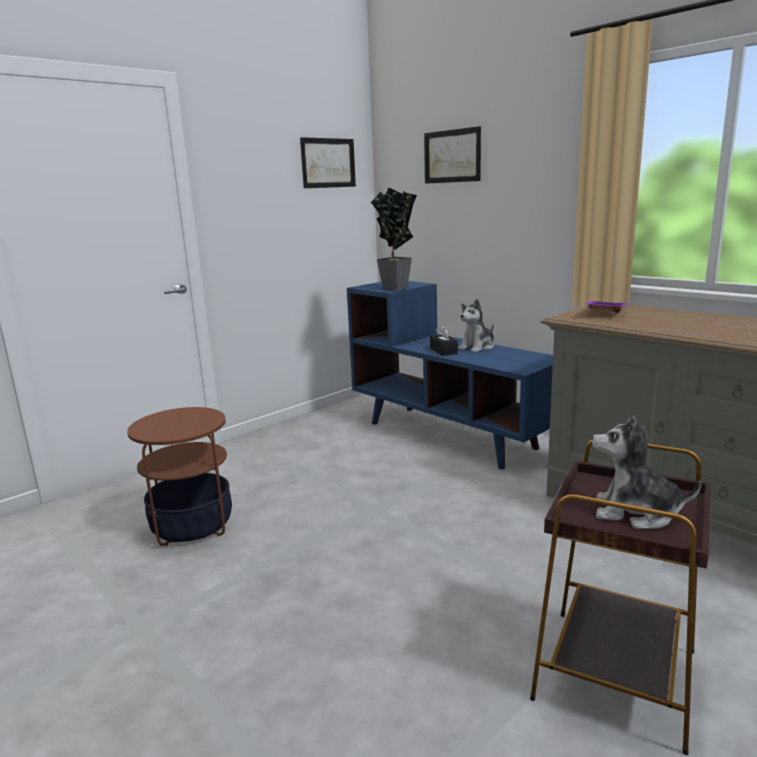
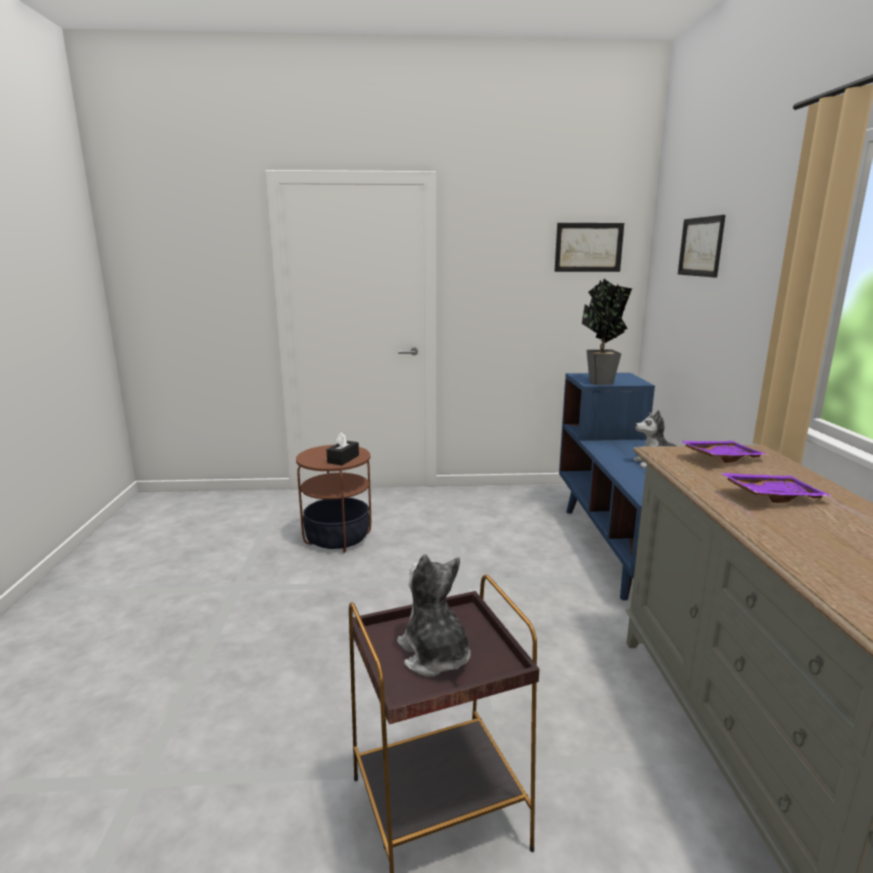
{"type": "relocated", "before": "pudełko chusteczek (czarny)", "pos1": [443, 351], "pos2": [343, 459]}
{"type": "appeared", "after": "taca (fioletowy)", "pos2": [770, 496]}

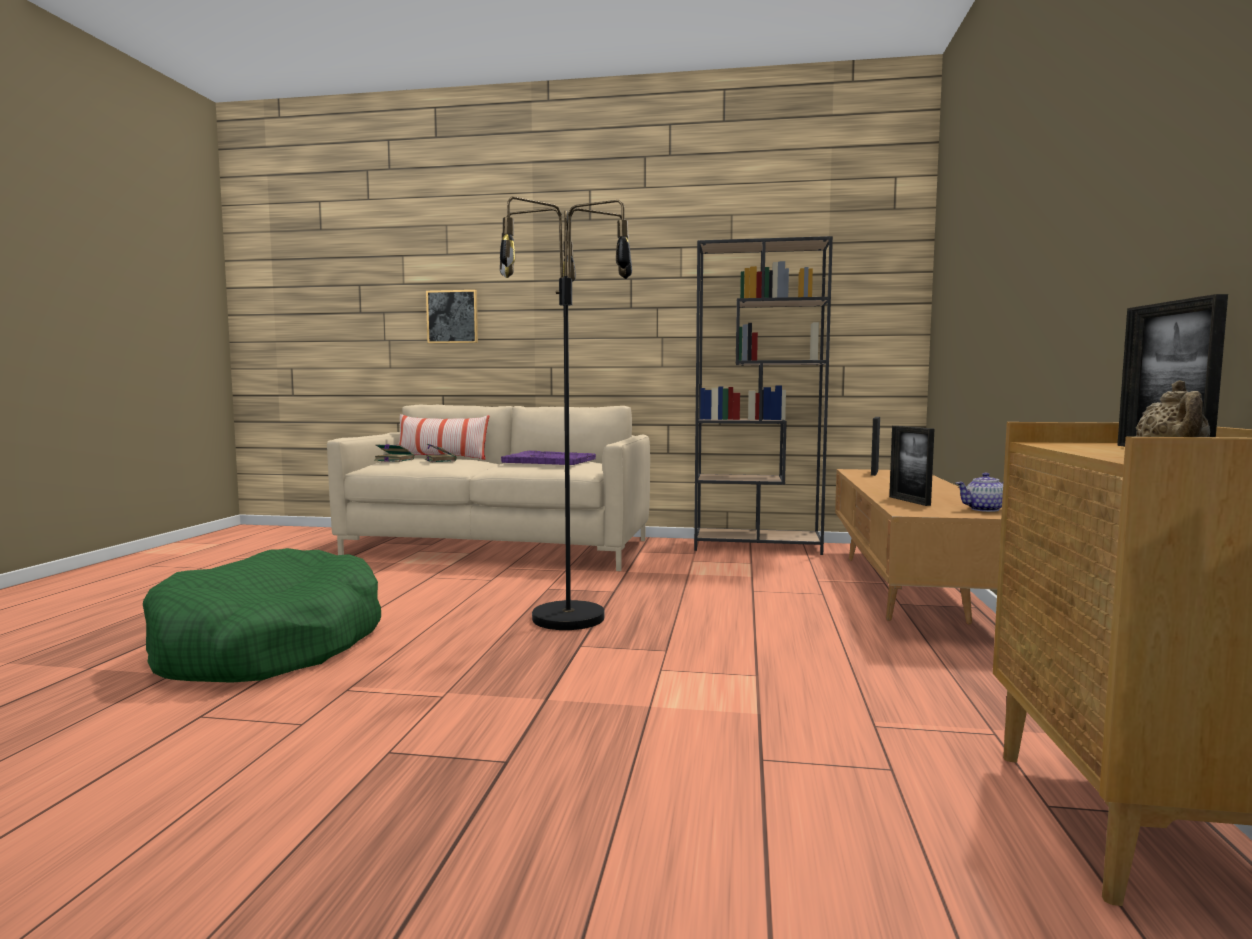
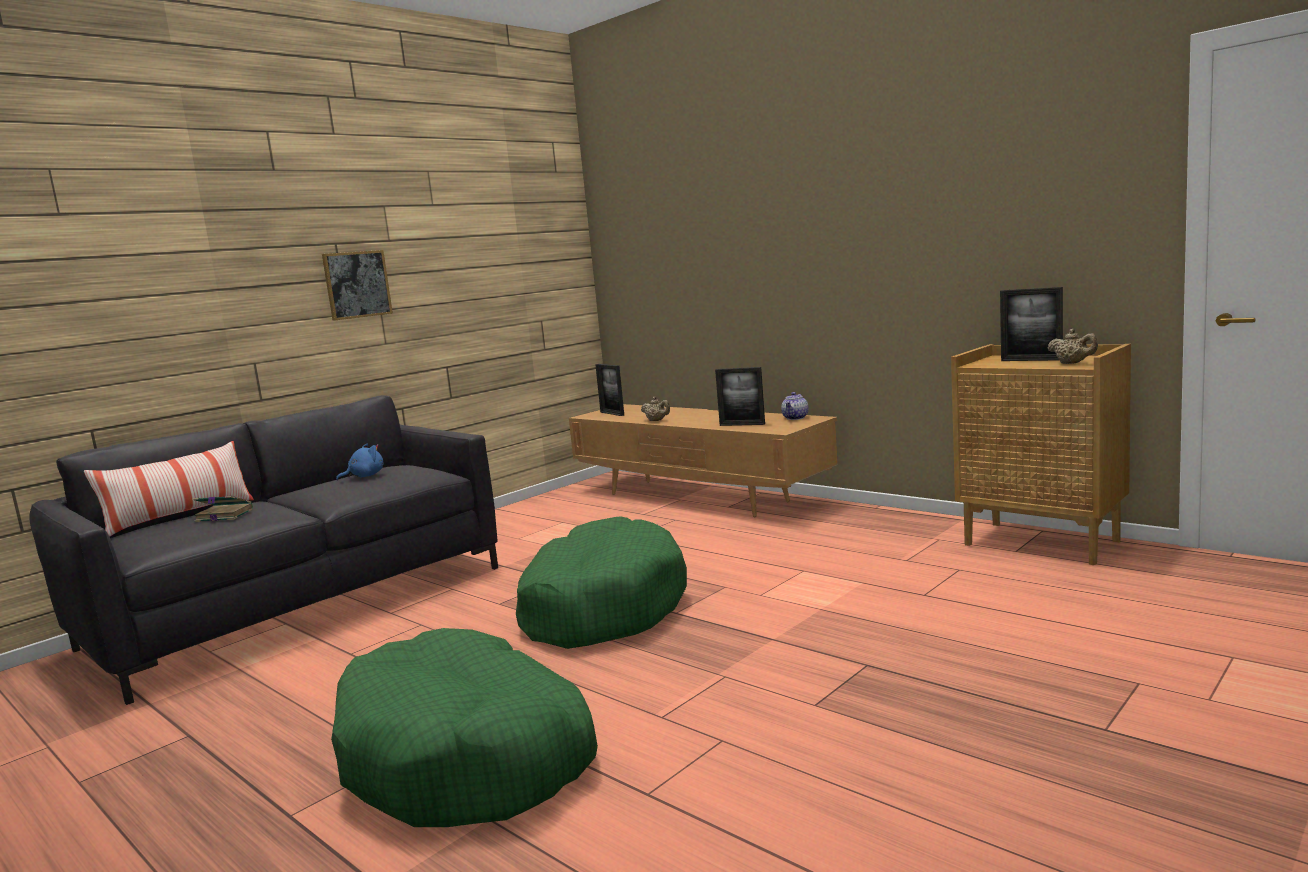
{"type": "colour", "before": "kanapa (beżowy)", "after": "kanapa (czarny)", "pos1": [498, 549], "pos2": [300, 607]}
{"type": "relocated", "before": "obraz", "pos1": [452, 317], "pos2": [357, 284]}
{"type": "exchanged", "before": "taca (fioletowy)", "after": "pluszak (niebieski)", "pos1": [548, 460], "pos2": [364, 476]}
{"type": "exchanged", "before": "lampa stojąca", "after": "legowisko (zielony)", "pos1": [569, 618], "pos2": [601, 607]}
{"type": "appeared", "after": "imbryk (beżowy)", "pos2": [657, 421]}
{"type": "missing", "before": "książka", "pos1": [393, 460]}
{"type": "missing", "before": "regał", "pos1": [758, 546]}

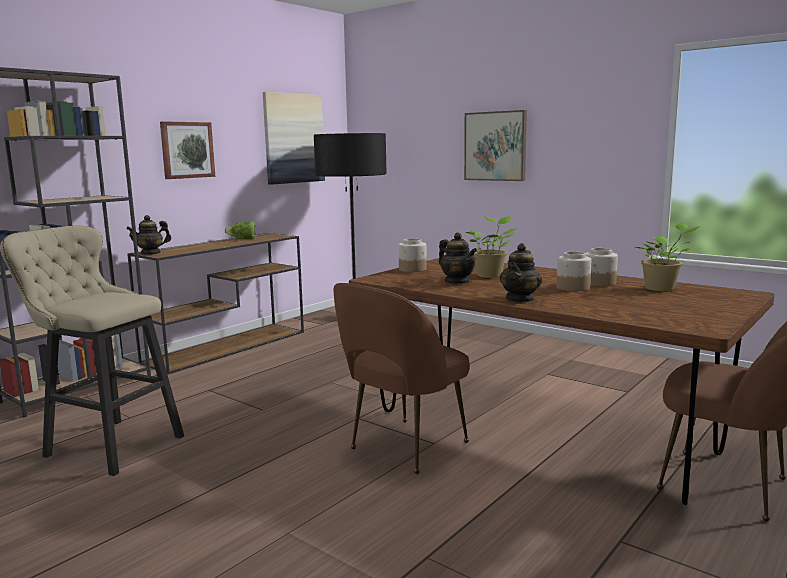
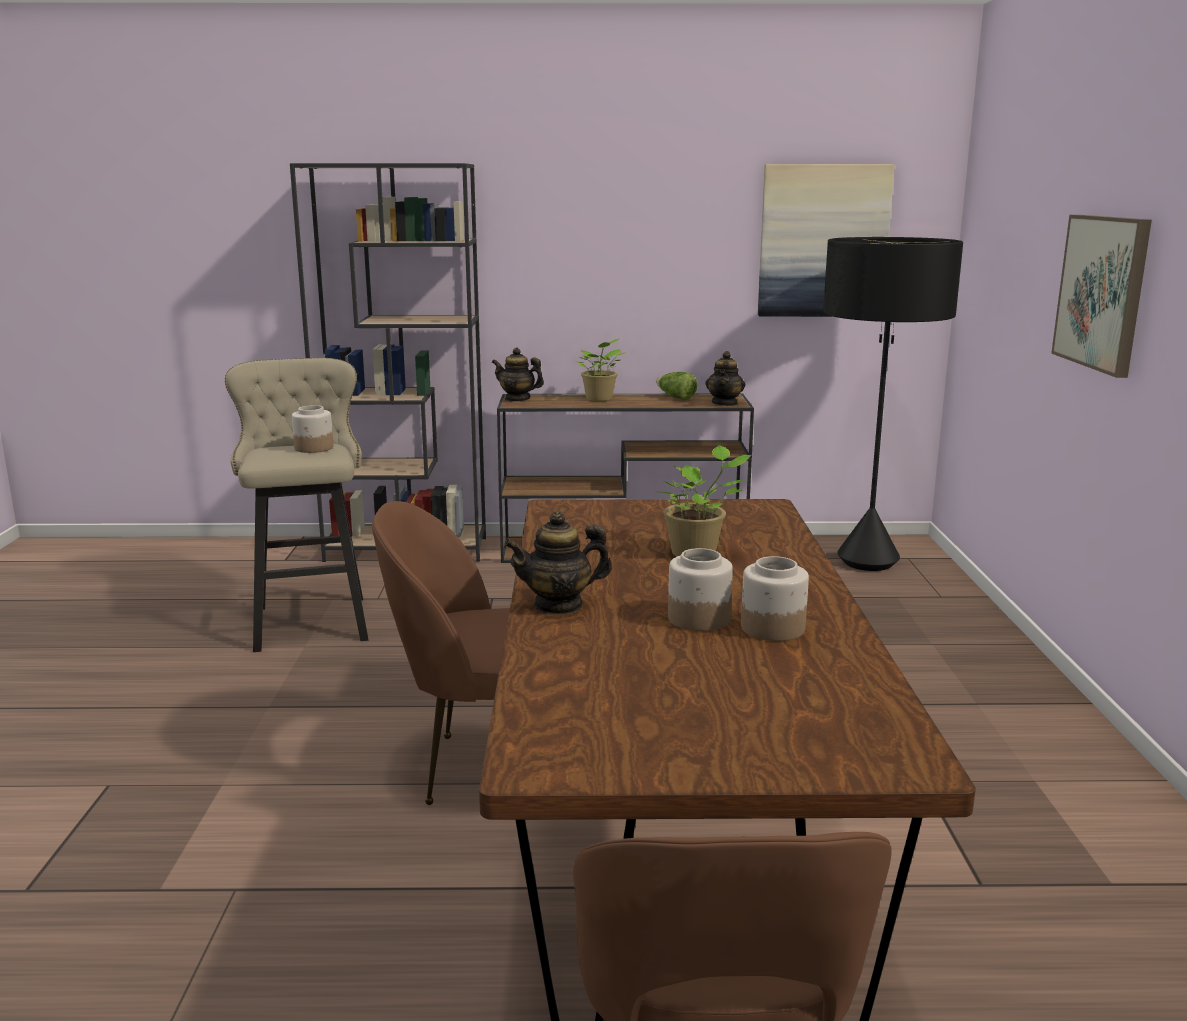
{"type": "relocated", "before": "słoik", "pos1": [413, 269], "pos2": [314, 448]}
{"type": "relocated", "before": "roślina doniczkowa", "pos1": [662, 288], "pos2": [599, 399]}
{"type": "relocated", "before": "imbryk", "pos1": [457, 282], "pos2": [725, 403]}
{"type": "missing", "before": "obraz", "pos1": [187, 150]}

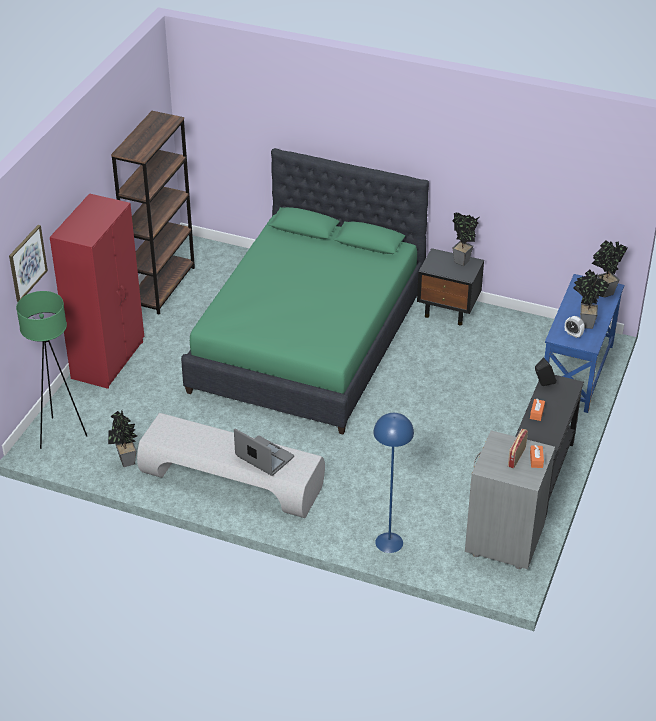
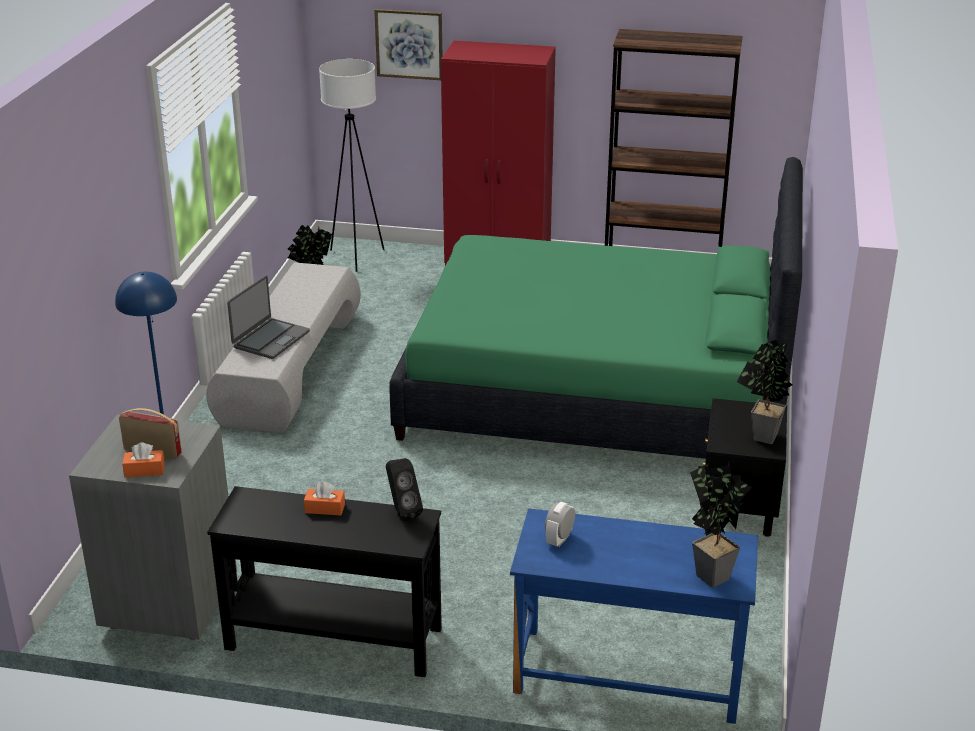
{"type": "colour", "before": "lampa stojąca (zielony)", "after": "lampa stojąca (biały)", "pos1": [60, 434], "pos2": [356, 257]}
{"type": "missing", "before": "roślina doniczkowa", "pos1": [584, 323]}

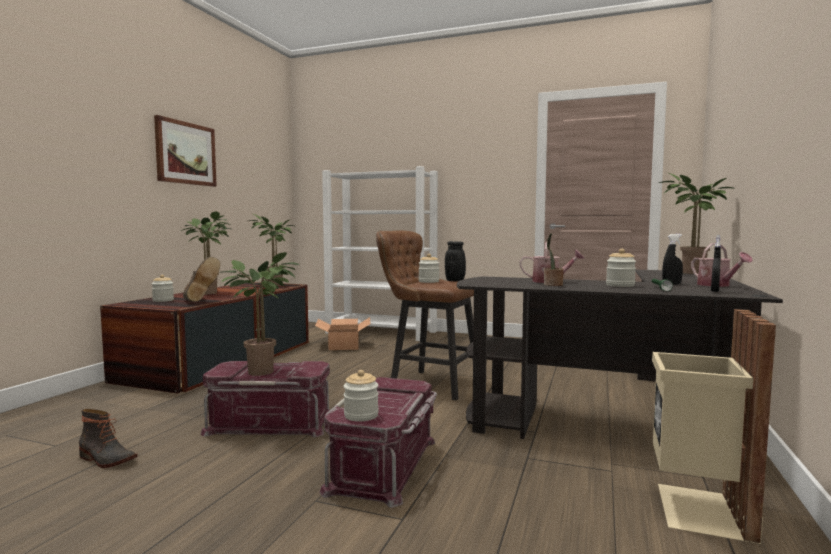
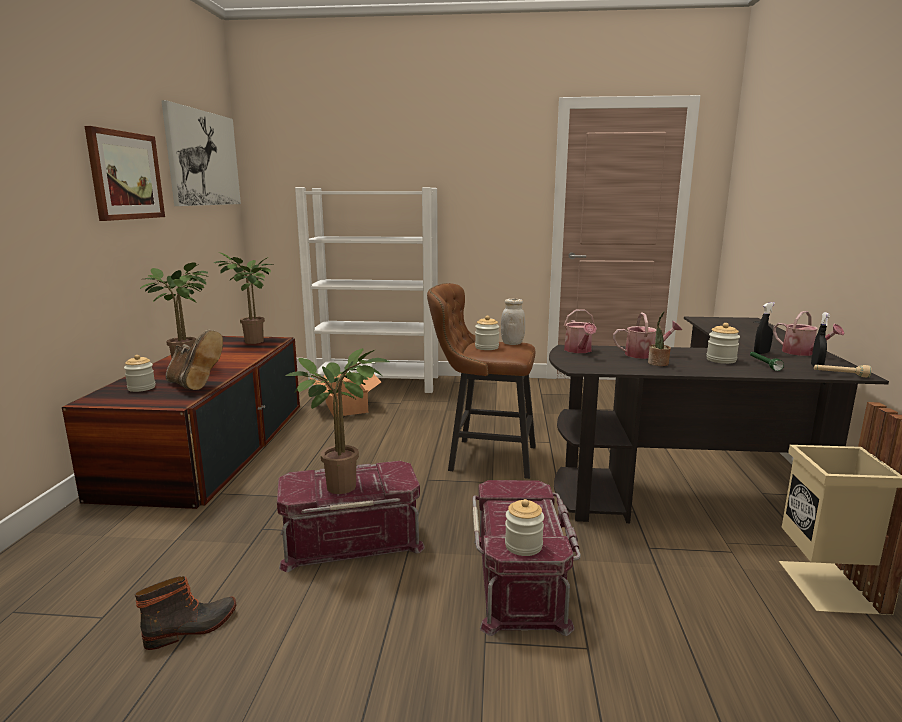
{"type": "spun", "before": "but z cholewką", "pos1": [106, 460], "pos2": [192, 628], "turn": -45}
{"type": "appeared", "after": "obraz", "pos2": [203, 158]}
{"type": "colour", "before": "słoik (czarny)", "after": "słoik (biały)", "pos1": [455, 280], "pos2": [512, 343]}
{"type": "appeared", "after": "konewka", "pos2": [579, 351]}
{"type": "appeared", "after": "latarka (beżowy)", "pos2": [840, 375]}
{"type": "missing", "before": "roślina doniczkowa", "pos1": [691, 273]}

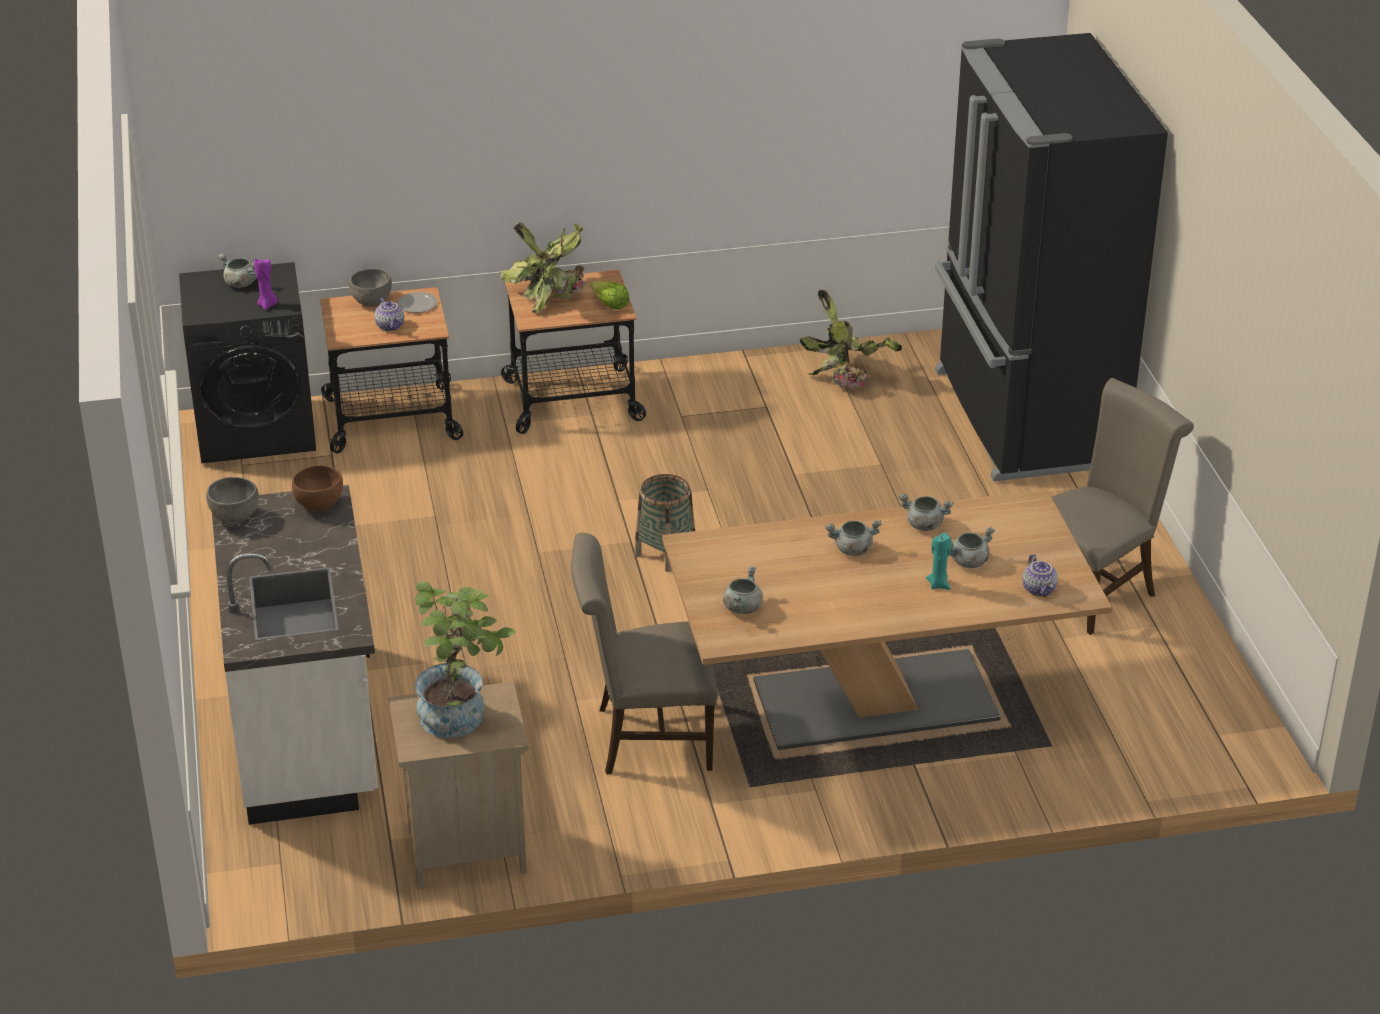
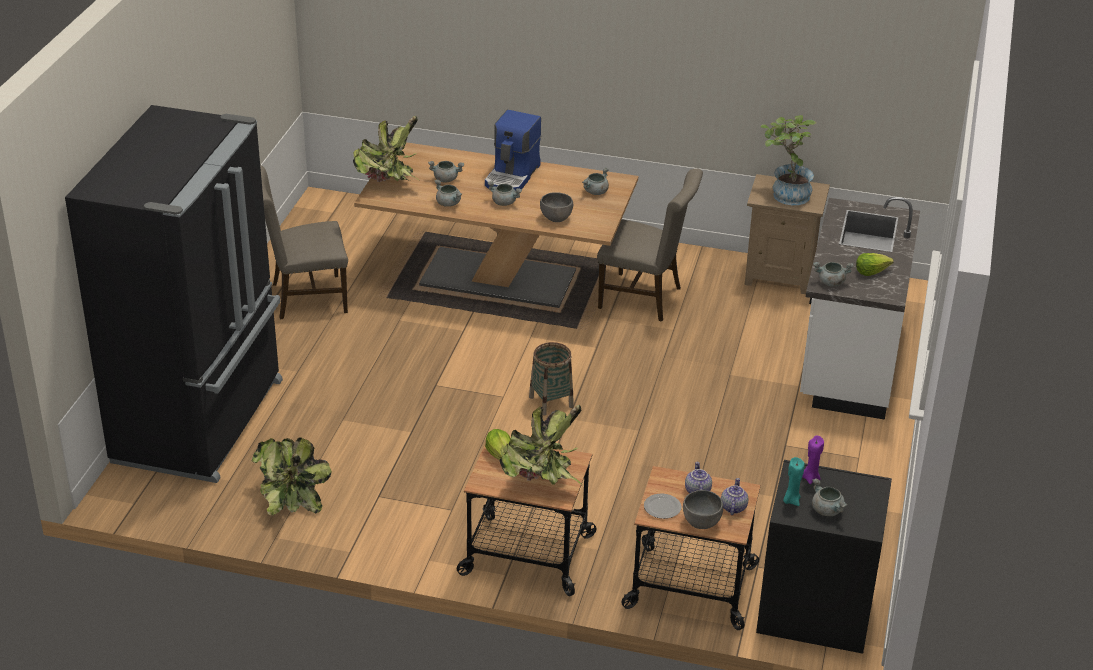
{"type": "appeared", "after": "roślina doniczkowa", "pos2": [388, 184]}
{"type": "appeared", "after": "ekspres do kawy", "pos2": [513, 176]}
{"type": "relocated", "before": "miska (szary)", "pos1": [234, 517], "pos2": [556, 218]}
{"type": "relocated", "before": "imbryk", "pos1": [1040, 589], "pos2": [733, 507]}
{"type": "relocated", "before": "świeca (turkusowy)", "pos1": [938, 584], "pos2": [791, 500]}
{"type": "exchanged", "before": "miska (brązowy)", "after": "garnek (szary)", "pos1": [320, 504], "pos2": [831, 282]}
{"type": "appeared", "after": "sałata", "pos2": [871, 271]}

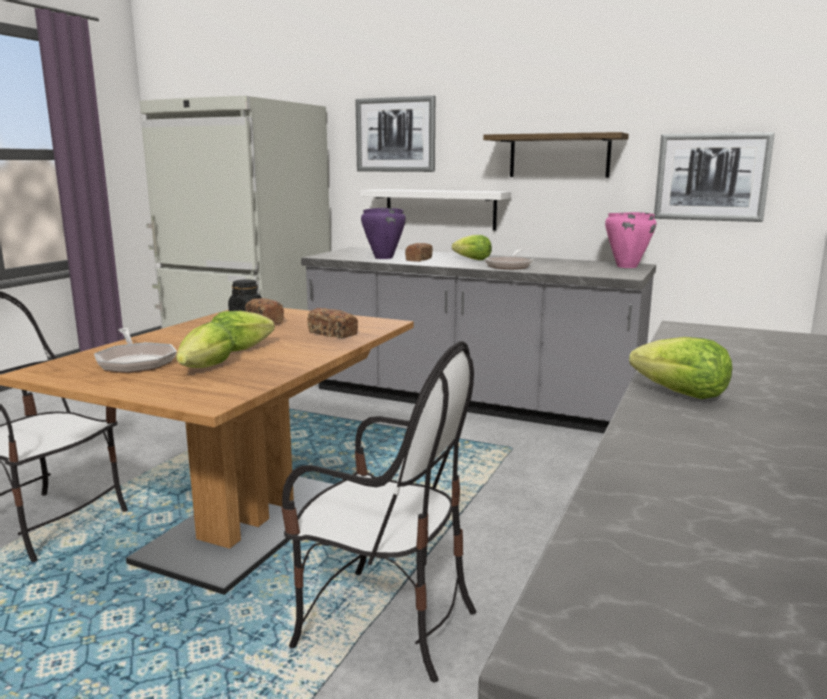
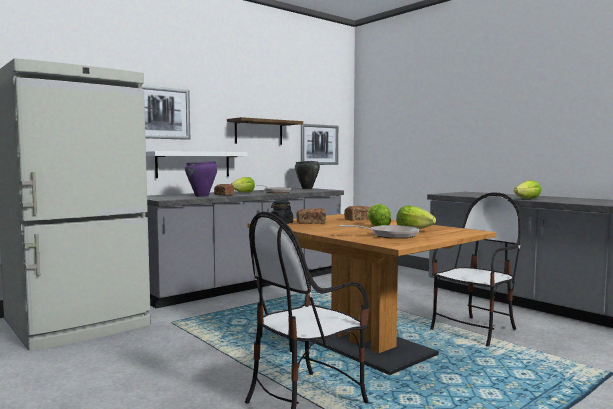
{"type": "colour", "before": "garnek (różowy)", "after": "garnek (czarny)", "pos1": [626, 266], "pos2": [307, 188]}

